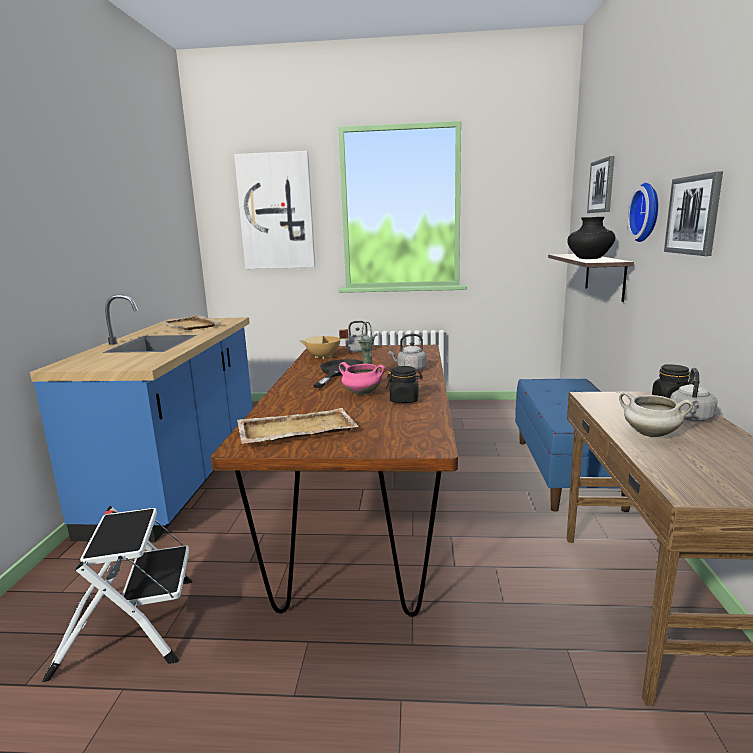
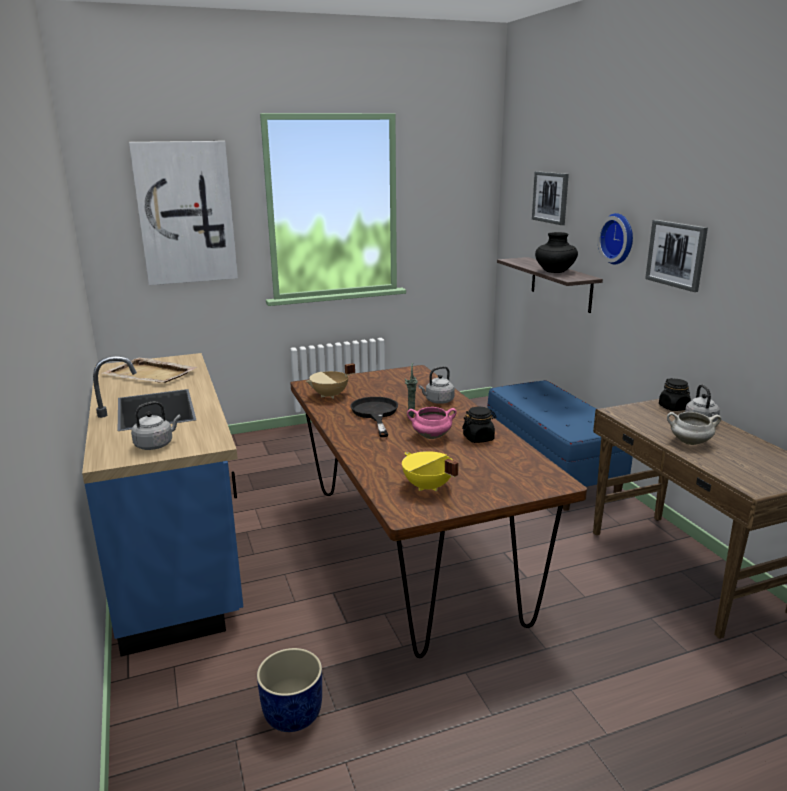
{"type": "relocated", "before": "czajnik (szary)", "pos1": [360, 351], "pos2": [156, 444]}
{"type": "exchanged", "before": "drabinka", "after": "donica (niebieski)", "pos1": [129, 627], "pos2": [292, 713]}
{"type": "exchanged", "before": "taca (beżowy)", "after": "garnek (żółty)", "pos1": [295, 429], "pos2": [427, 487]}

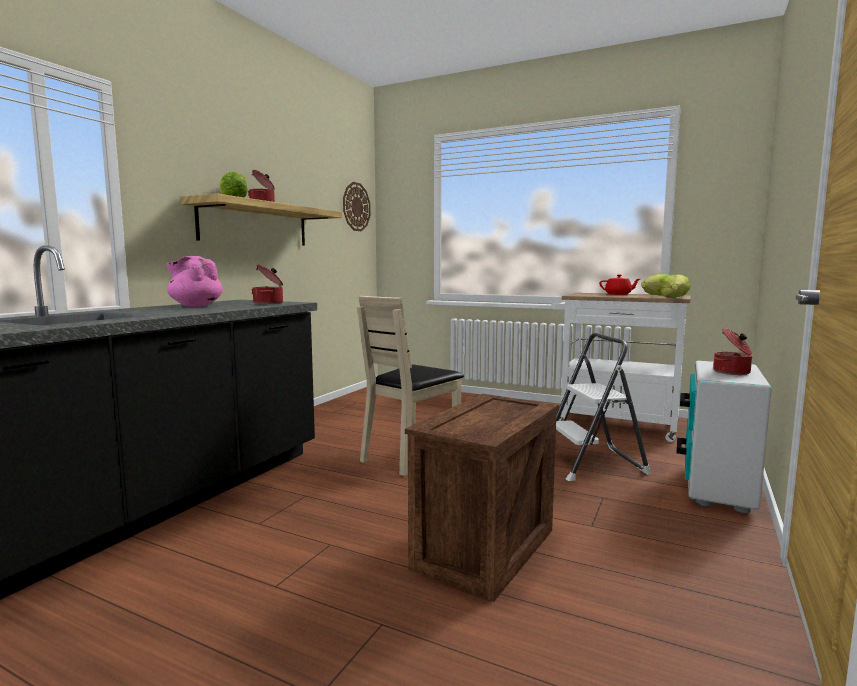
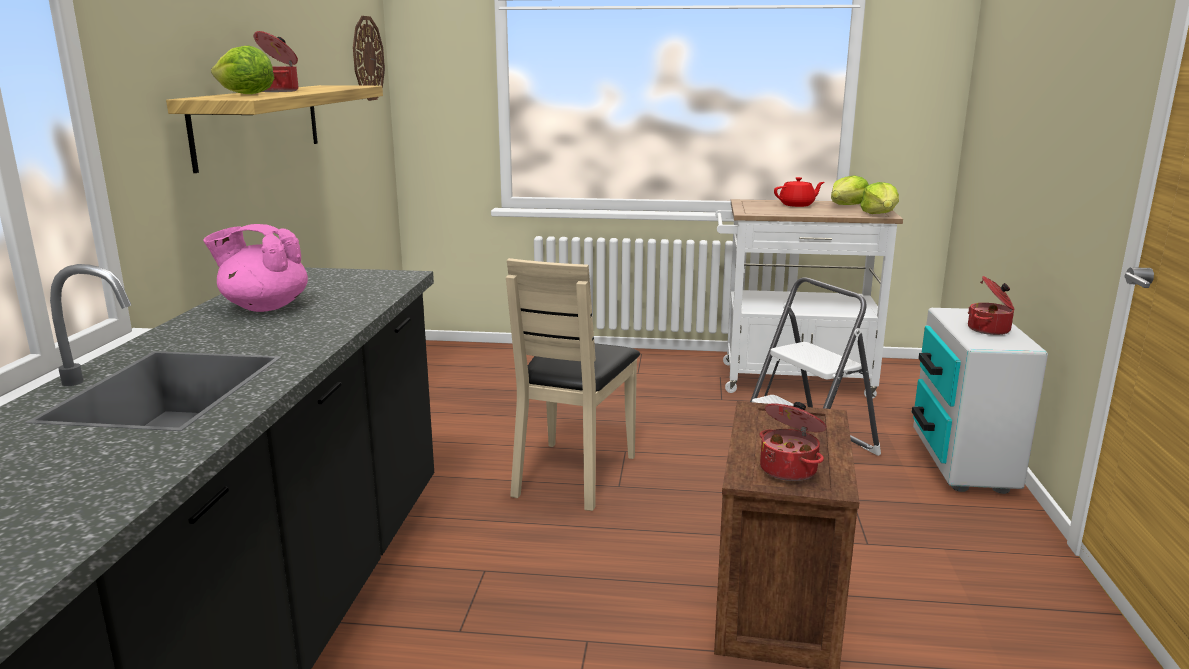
{"type": "relocated", "before": "garnek", "pos1": [269, 303], "pos2": [789, 469]}

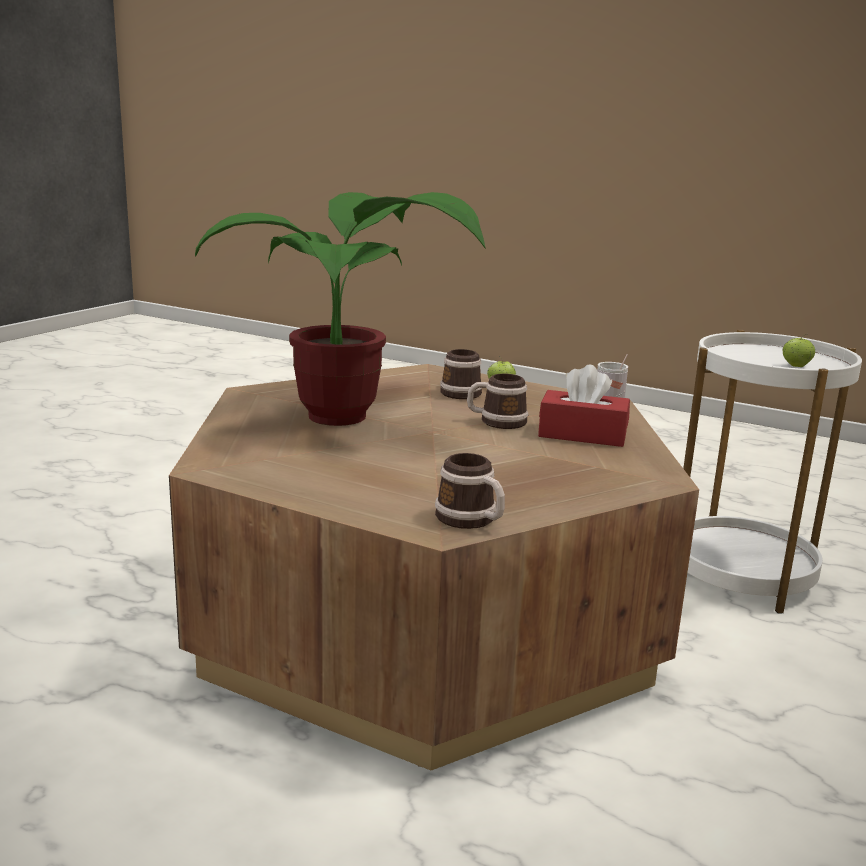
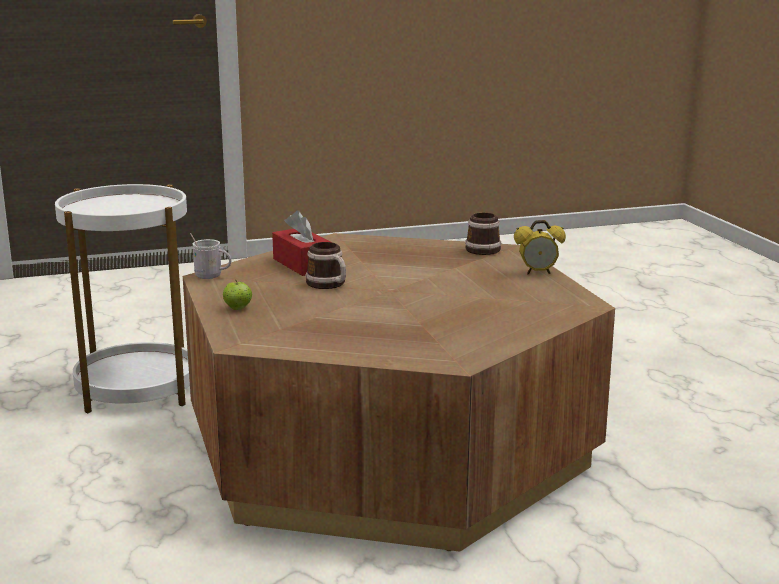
{"type": "appeared", "after": "budzik", "pos2": [537, 273]}
{"type": "missing", "before": "roślina doniczkowa", "pos1": [349, 418]}
{"type": "missing", "before": "kubek", "pos1": [459, 392]}
{"type": "missing", "before": "jabłko", "pos1": [796, 366]}

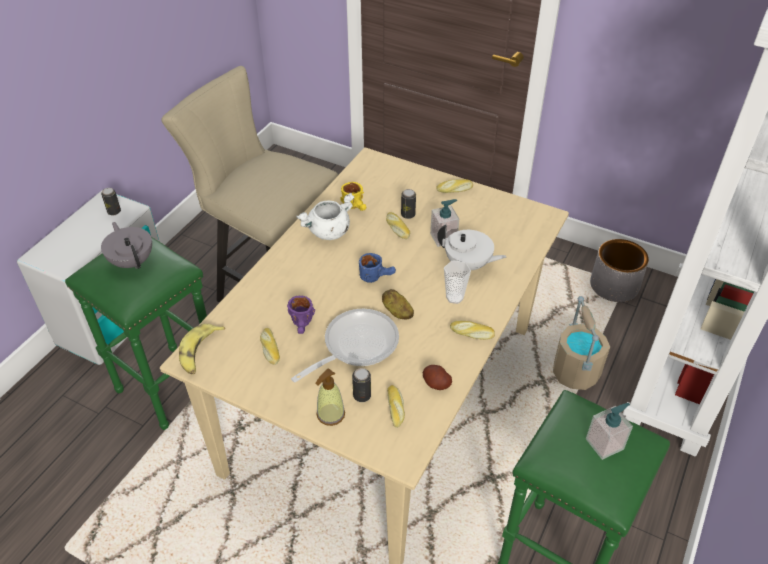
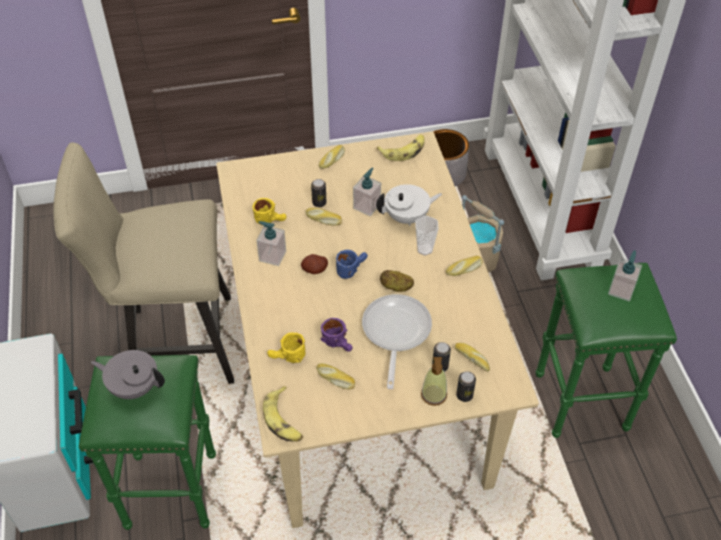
{"type": "exchanged", "before": "garnek (biały)", "after": "dozownik mydła", "pos1": [328, 232], "pos2": [272, 256]}
{"type": "appeared", "after": "kubek (żółty)", "pos2": [287, 358]}
{"type": "relocated", "before": "ziemniak", "pos1": [436, 383], "pos2": [314, 269]}
{"type": "appeared", "after": "banan", "pos2": [403, 151]}
{"type": "relocated", "before": "puszka", "pos1": [114, 211], "pos2": [464, 395]}

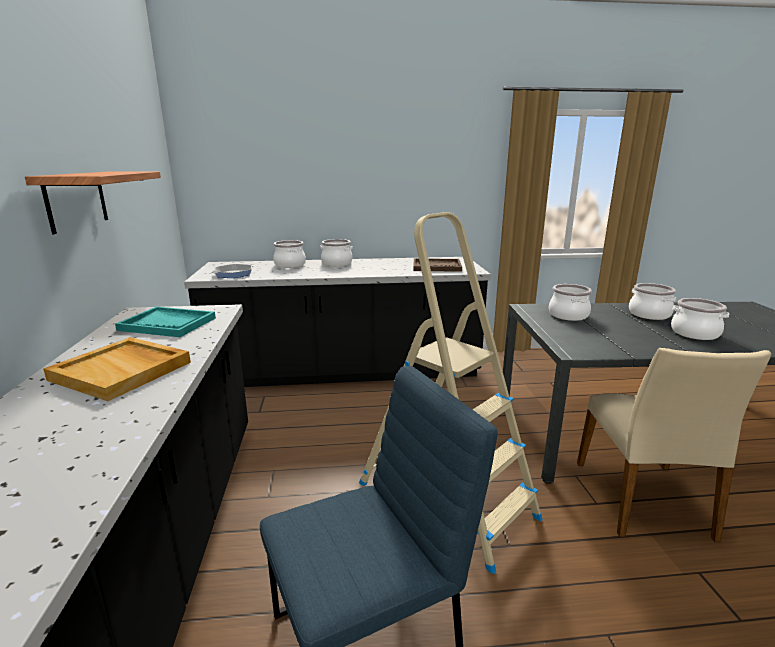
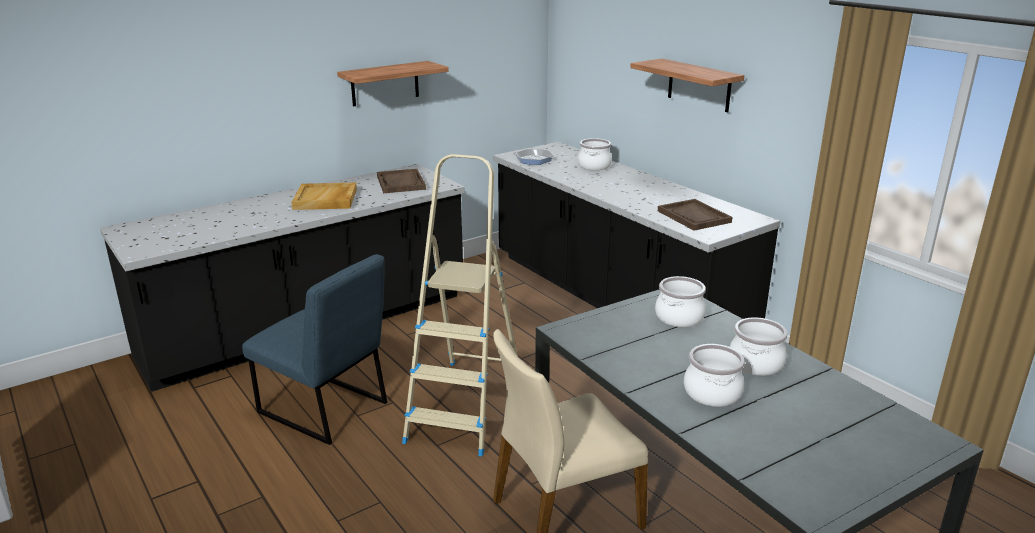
{"type": "colour", "before": "taca (turkusowy)", "after": "taca (brązowy)", "pos1": [168, 324], "pos2": [401, 183]}
{"type": "appeared", "after": "półka", "pos2": [699, 85]}
{"type": "missing", "before": "garnek", "pos1": [336, 263]}

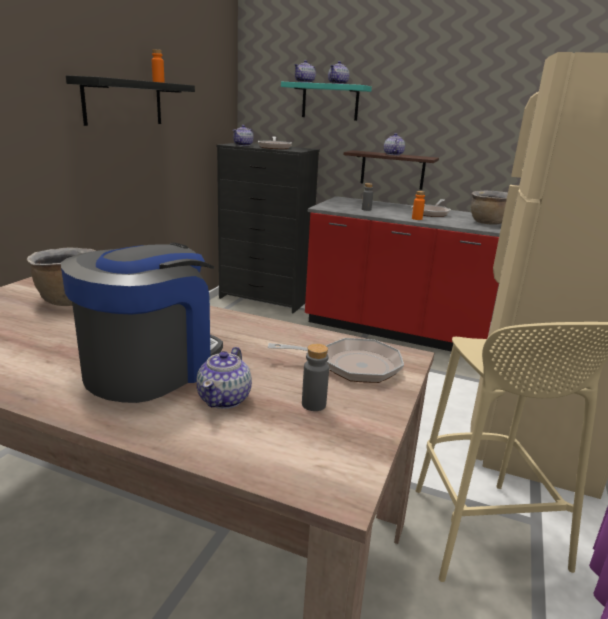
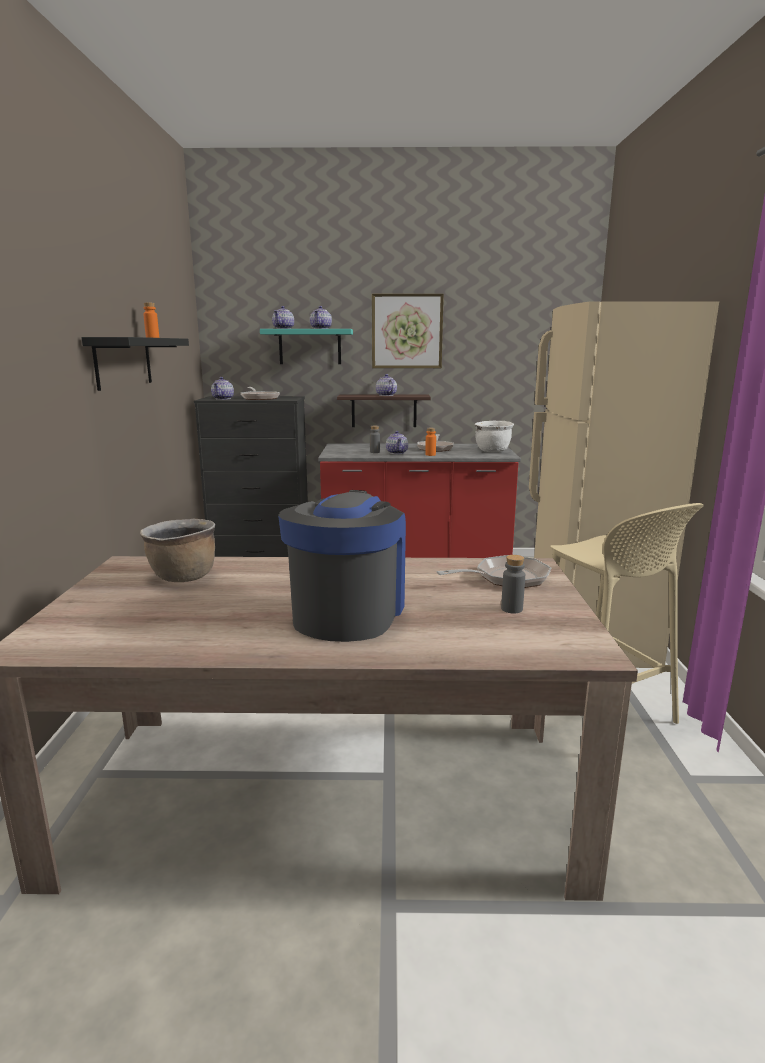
{"type": "appeared", "after": "obraz", "pos2": [407, 331]}
{"type": "relocated", "before": "imbryk", "pos1": [225, 399], "pos2": [397, 452]}
{"type": "colour", "before": "garnek (brązowy)", "after": "garnek (biały)", "pos1": [487, 223], "pos2": [492, 451]}

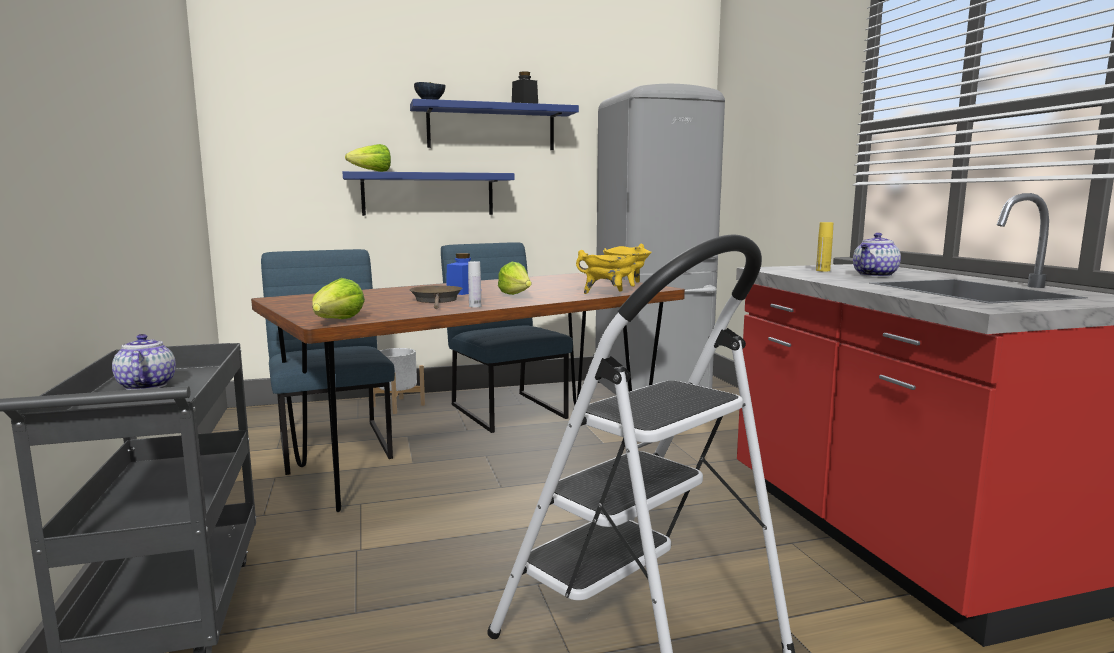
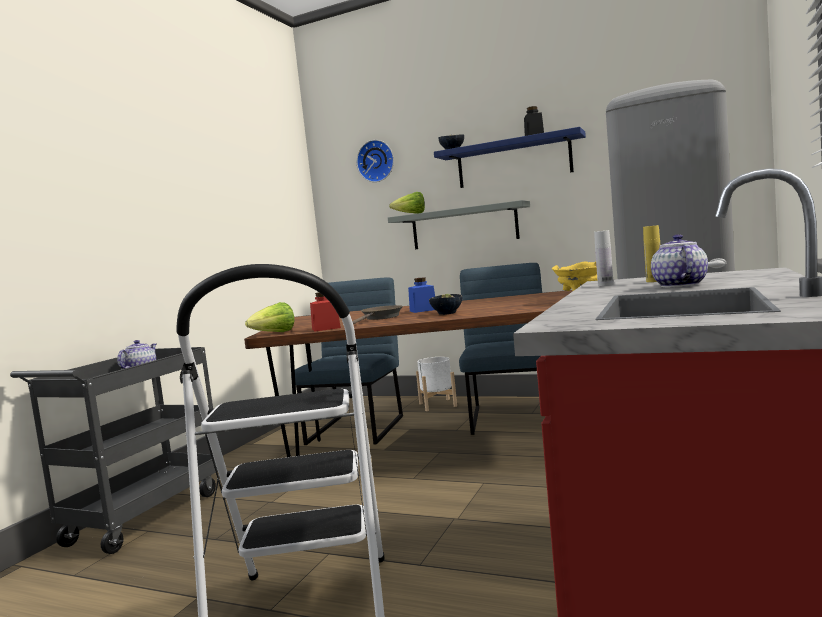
{"type": "appeared", "after": "słoik (czerwony)", "pos2": [326, 328]}
{"type": "appeared", "after": "zegar ścienny", "pos2": [376, 161]}
{"type": "colour", "before": "półka (niebieski)", "after": "półka (szary)", "pos1": [428, 194], "pos2": [464, 227]}
{"type": "exchanged", "before": "sałata", "after": "miska", "pos1": [516, 296], "pos2": [447, 313]}
{"type": "relocated", "before": "butelka (biały)", "pos1": [475, 306], "pos2": [605, 285]}
{"type": "spun", "before": "imbryk", "pos1": [875, 275], "pos2": [679, 285], "turn": 105}
{"type": "missing", "before": "garnek (żółty)", "pos1": [608, 294]}

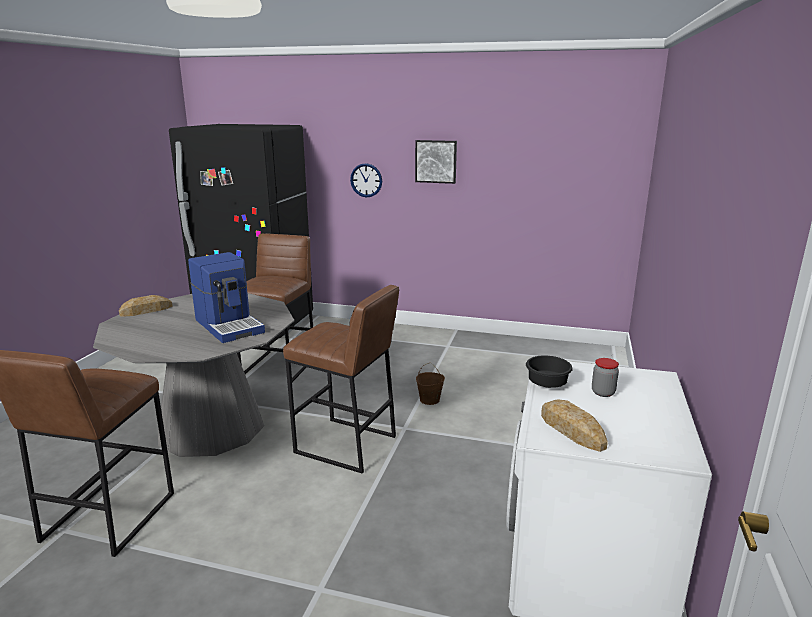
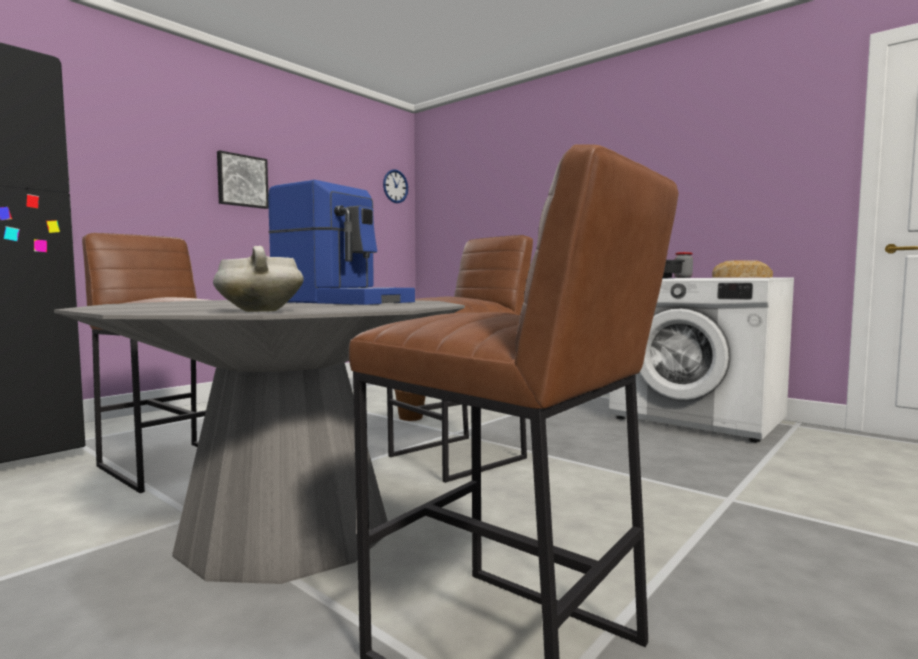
{"type": "appeared", "after": "garnek (biały)", "pos2": [259, 311]}
{"type": "spun", "before": "ekspres do kawy", "pos1": [230, 326], "pos2": [342, 302], "turn": 45}
{"type": "relocated", "before": "zegar ścienny", "pos1": [366, 180], "pos2": [395, 186]}
{"type": "missing", "before": "chleb", "pos1": [146, 310]}

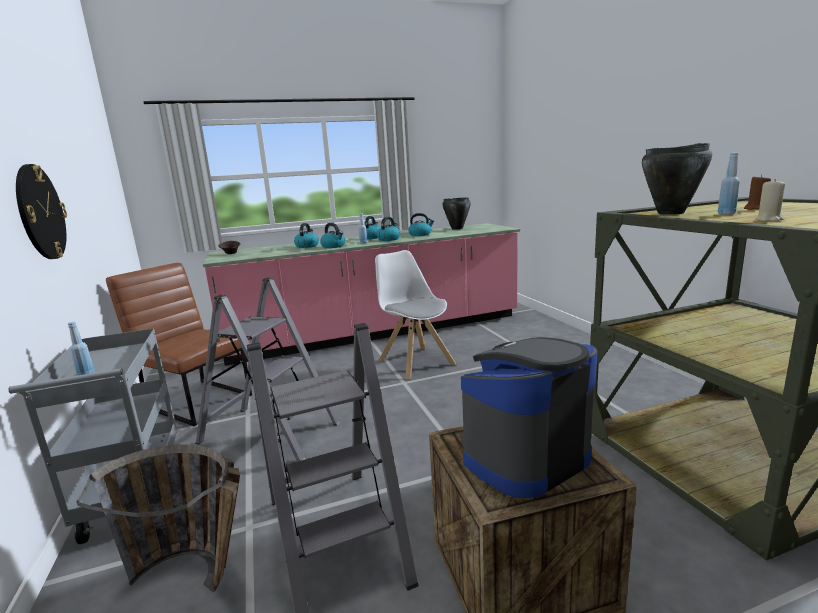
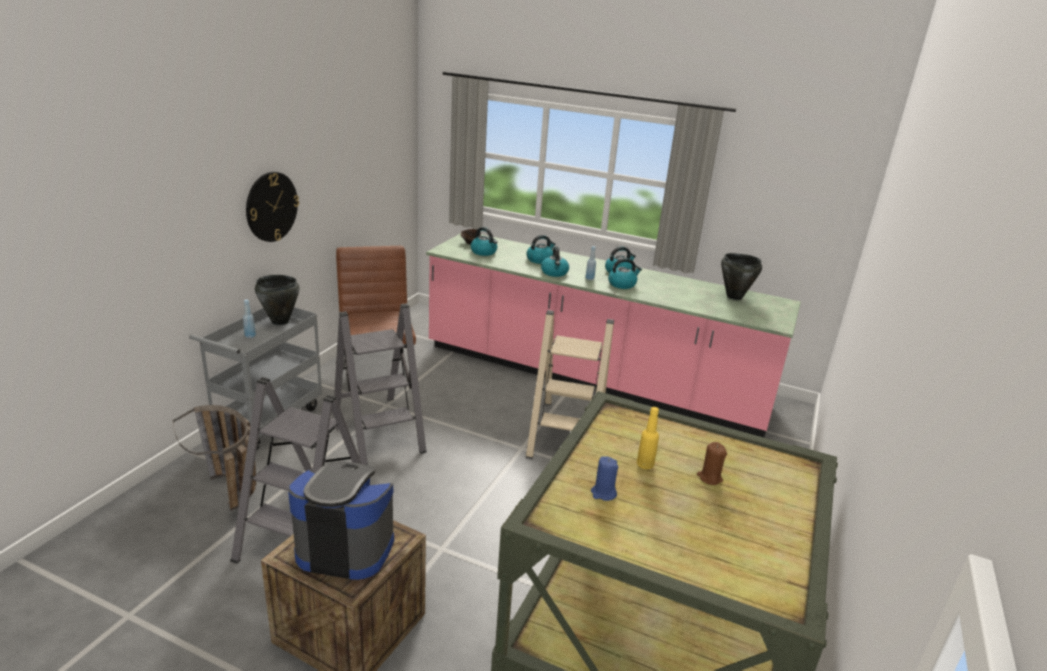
{"type": "relocated", "before": "garnek (czarny)", "pos1": [671, 213], "pos2": [280, 321]}
{"type": "relocated", "before": "czajnik", "pos1": [420, 234], "pos2": [484, 252]}
{"type": "exchanged", "before": "krzesło", "after": "drabinka (beżowy)", "pos1": [415, 361], "pos2": [567, 432]}
{"type": "colour", "before": "świeca (beżowy)", "after": "świeca (niebieski)", "pos1": [769, 220], "pos2": [603, 493]}
{"type": "colour", "before": "butelka (niebieski)", "after": "butelka (żółty)", "pos1": [726, 214], "pos2": [645, 465]}

